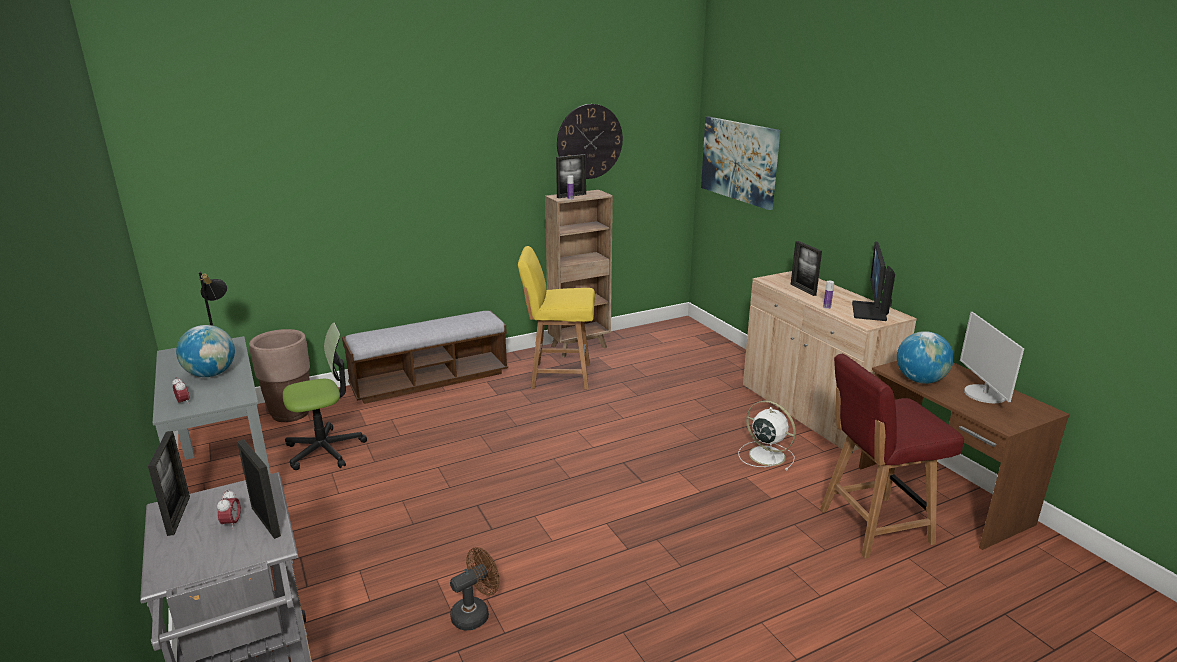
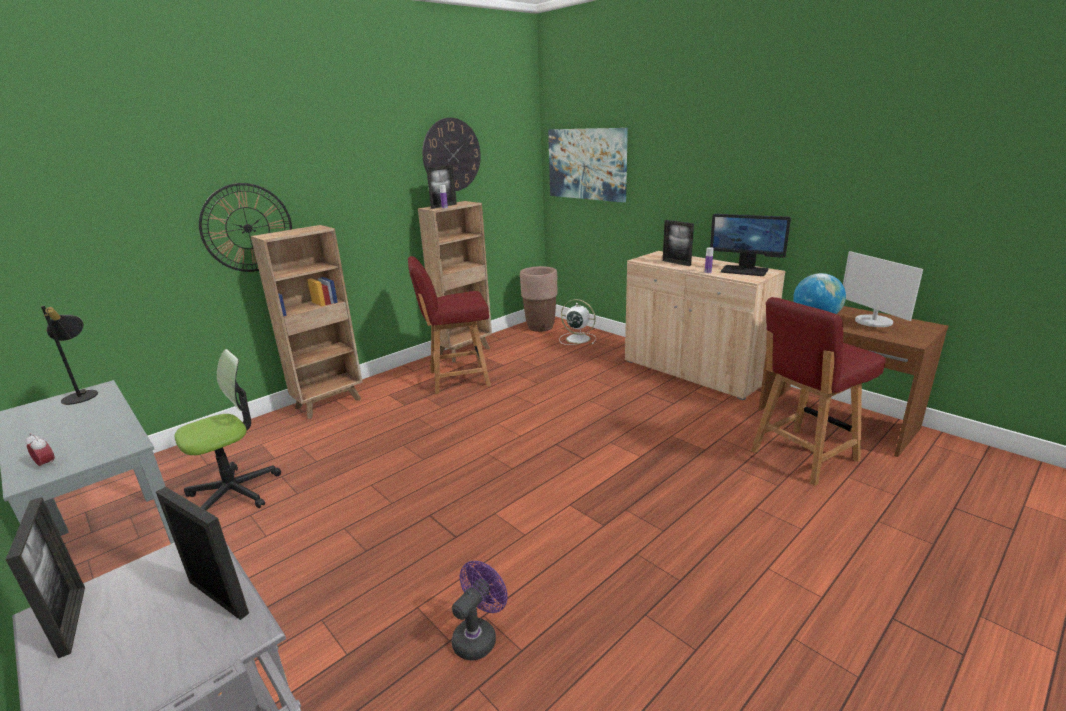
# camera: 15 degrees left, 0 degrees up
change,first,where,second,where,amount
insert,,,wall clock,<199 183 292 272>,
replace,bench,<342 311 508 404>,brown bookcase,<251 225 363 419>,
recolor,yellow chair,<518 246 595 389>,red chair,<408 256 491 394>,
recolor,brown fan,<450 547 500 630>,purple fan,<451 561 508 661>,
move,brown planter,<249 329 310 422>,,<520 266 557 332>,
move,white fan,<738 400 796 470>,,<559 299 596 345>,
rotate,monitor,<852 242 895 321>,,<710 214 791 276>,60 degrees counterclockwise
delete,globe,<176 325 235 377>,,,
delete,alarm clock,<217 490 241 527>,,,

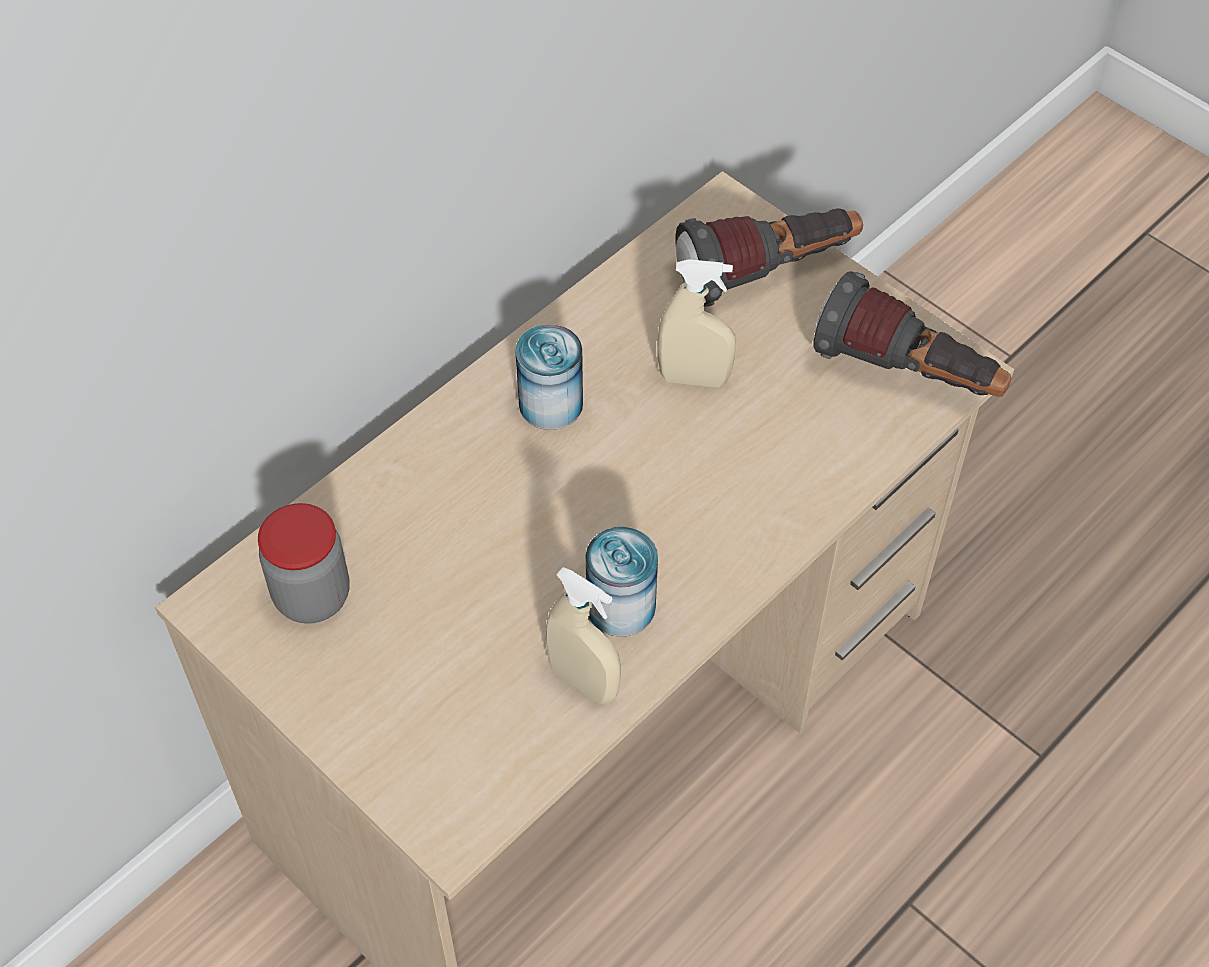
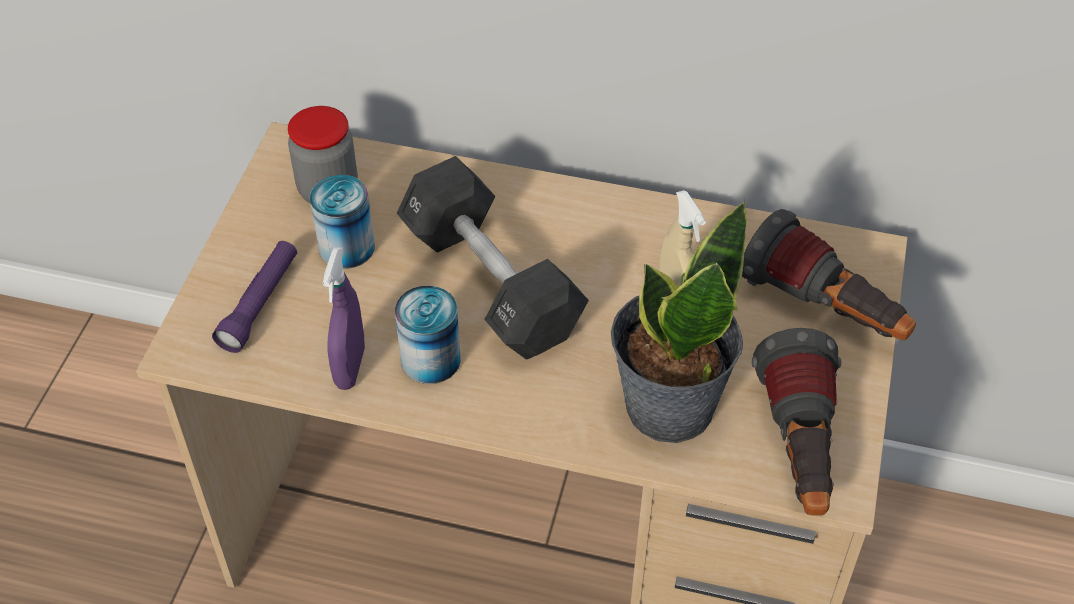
# camera: 60 degrees right, 5 degrees down
change,first,where,second,where,amount
insert,,,purple flashlight,<212 241 297 353>,
move,can,<515 324 583 430>,,<310 175 375 269>,
recolor,beige spray bottle,<546 567 621 704>,purple spray bottle,<323 247 365 390>,
insert,,,black dumbbell,<397 156 589 360>,
insert,,,potted plant,<611 200 747 443>,

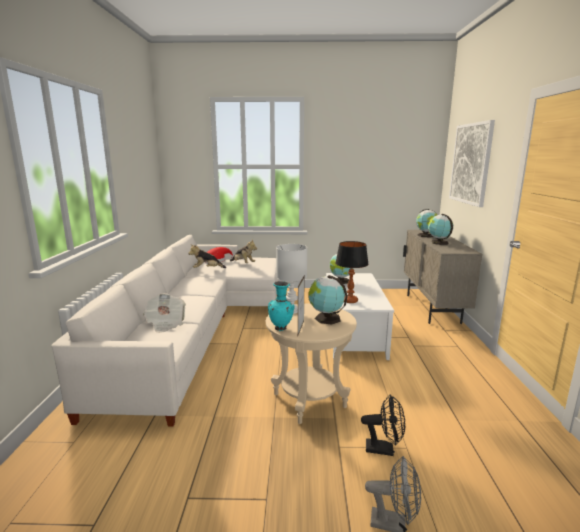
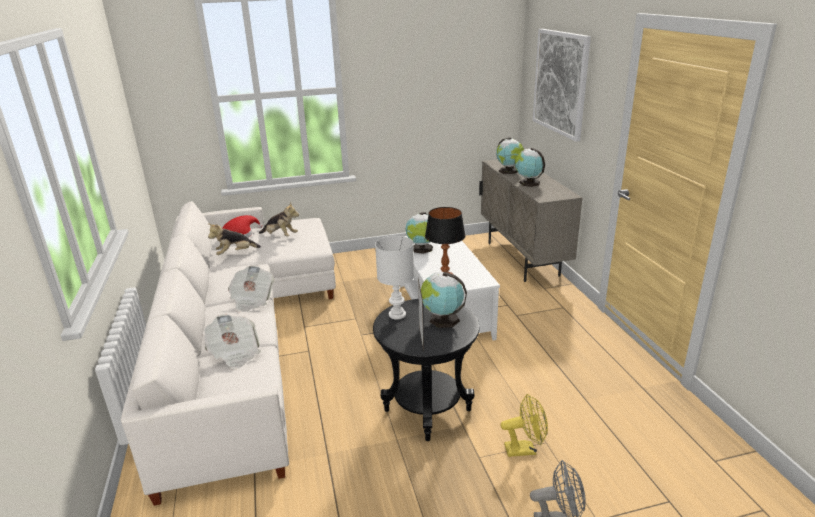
# camera: 15 degrees left, 10 degrees up
change,first,where,second,where,amount
insert,,,newspaper,<228 265 275 313>,
recolor,beige side table,<266 304 357 424>,black side table,<373 299 480 441>,
recolor,black fan,<361 394 405 456>,yellow fan,<501 394 548 457>,
delete,turquoise vase,<268 281 295 331>,,,

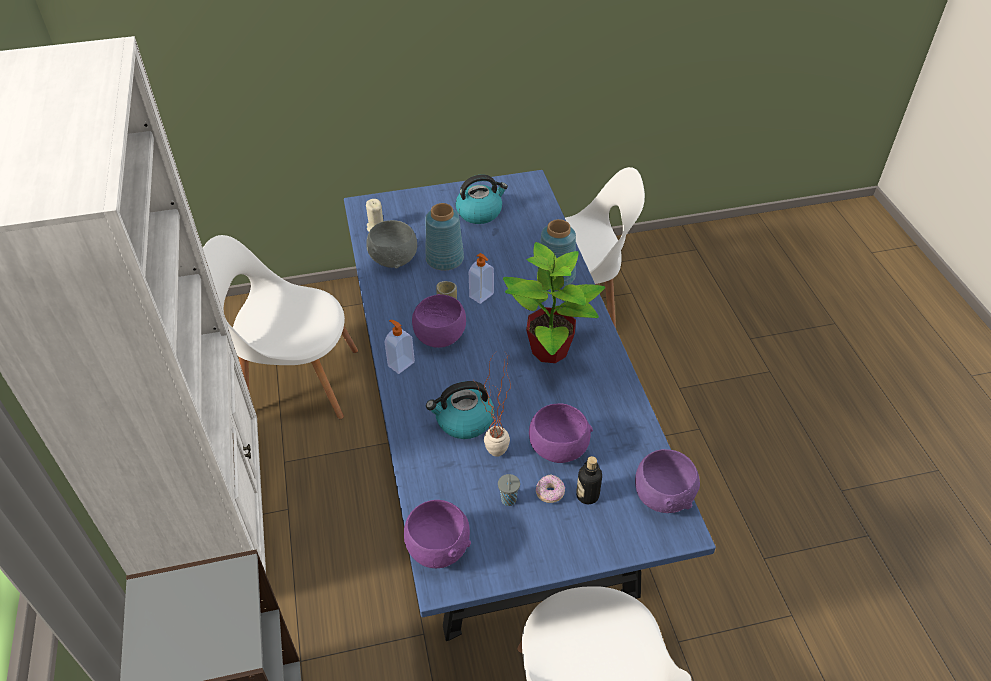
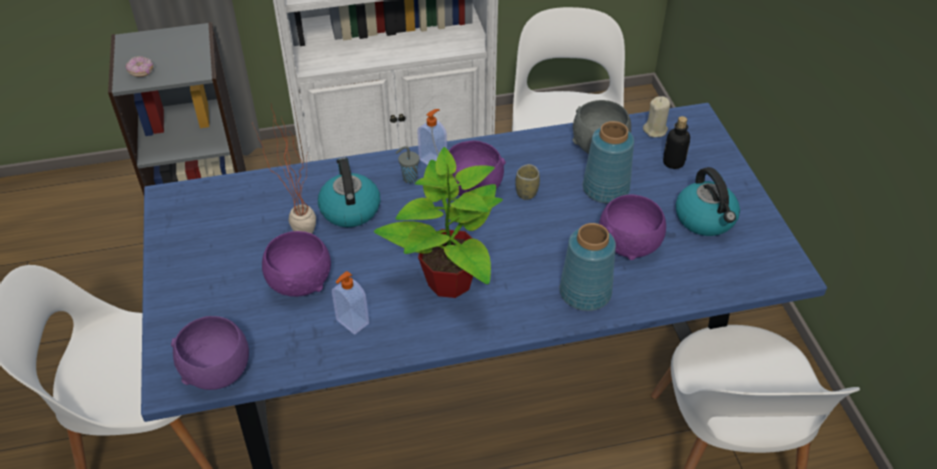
# camera: 90 degrees right, 0 degrees up
change,first,where,second,where,amount
move,donut,<536 475 565 503>,,<125 56 153 77>,
move,soap dispenser,<469 253 494 304>,,<332 271 369 334>,
move,grey cup,<498 474 520 506>,,<396 146 420 183>,
move,purple bowl,<404 500 471 568>,,<599 195 666 260>,
move,bottle,<576 456 602 504>,,<663 116 690 169>,

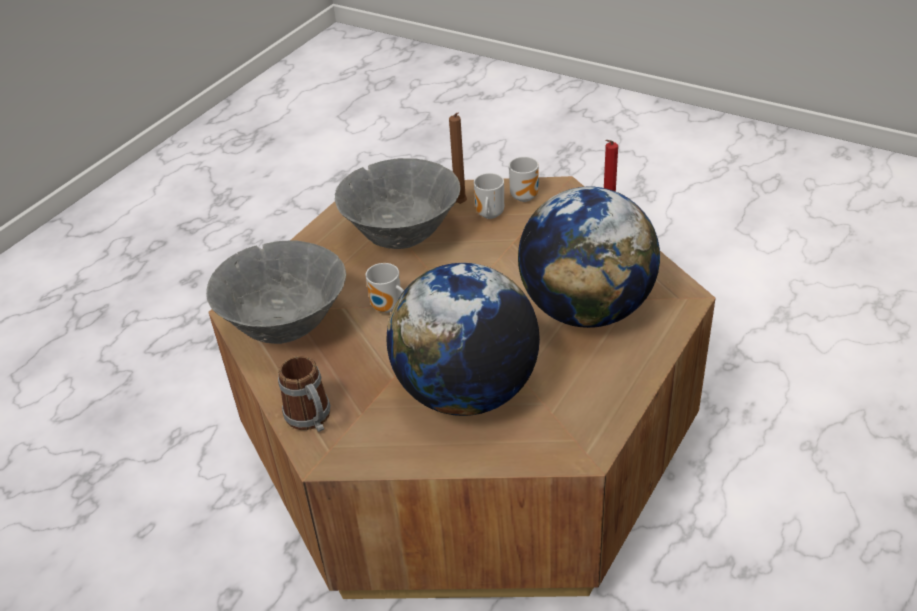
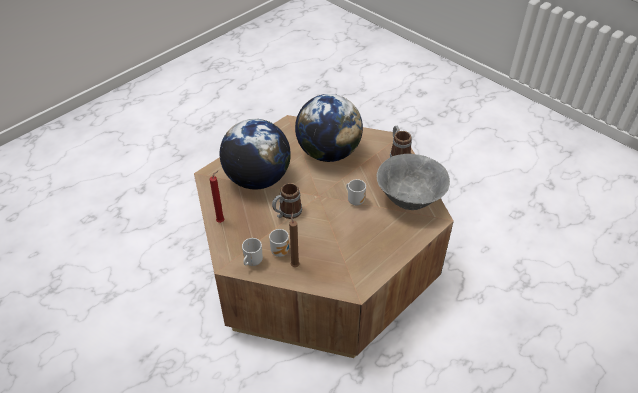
# camera: 170 degrees left, 5 degrees up
change,first,where,second,where,amount
insert,,,mug,<272 183 302 219>,
delete,grey bowl,<335 158 461 249>,,,

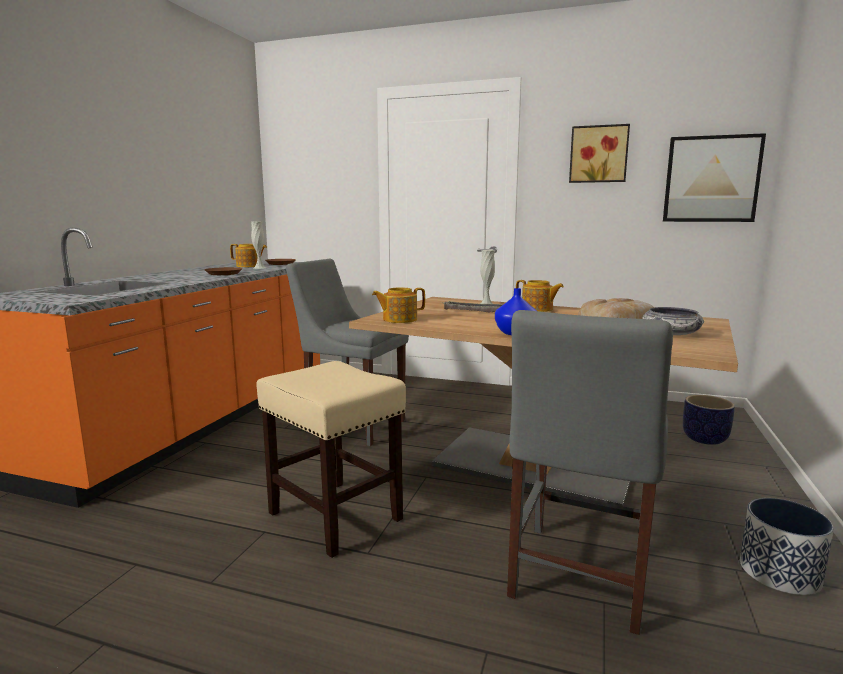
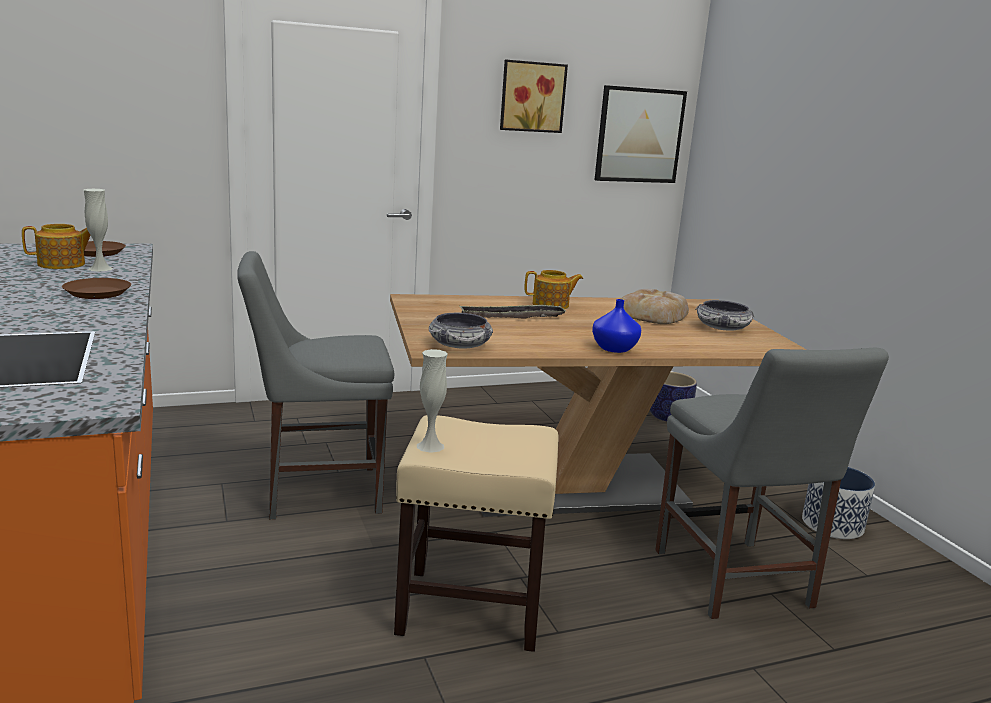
# camera: 40 degrees left, 5 degrees up
change,first,where,second,where,amount
move,white vase,<480 250 495 304>,,<417 349 448 453>,
replace,teapot,<372 288 425 323>,bowl,<429 313 493 348>,

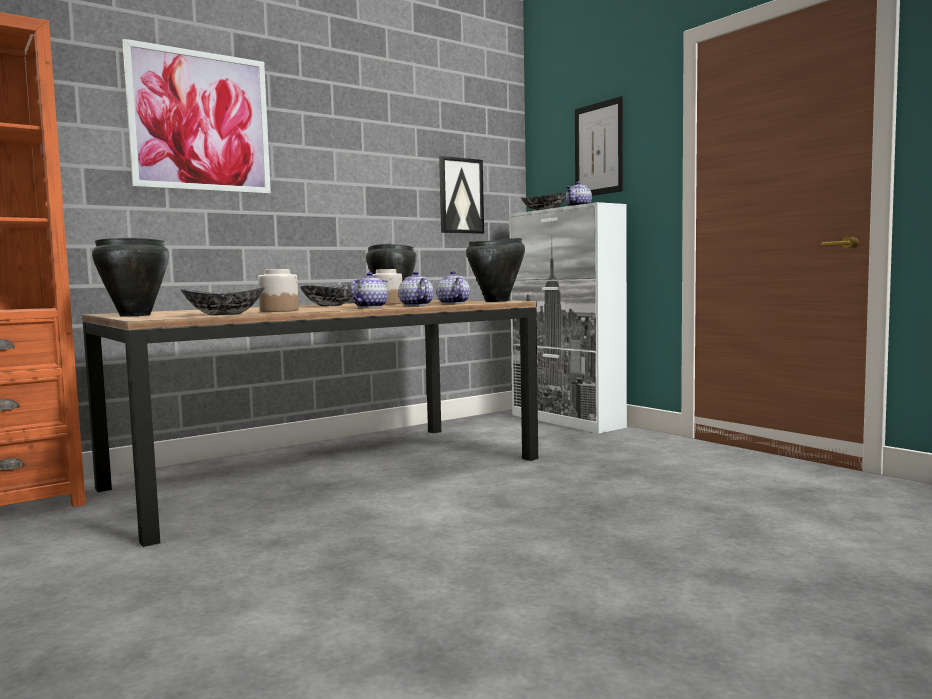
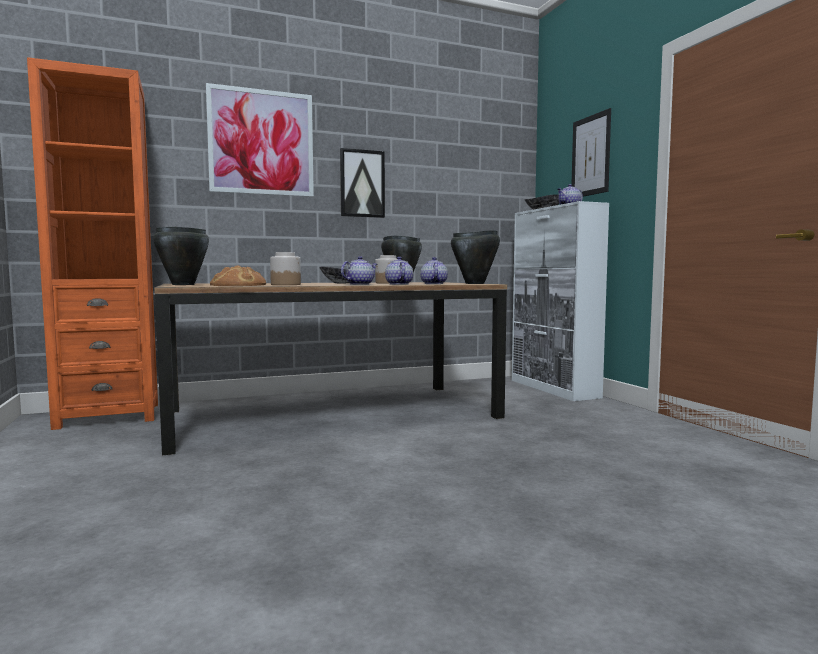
# camera: 15 degrees right, 0 degrees up
change,first,where,second,where,amount
replace,bowl,<180 287 265 315>,bread,<210 265 266 286>,
move,picture,<439 156 484 234>,,<340 148 385 218>,

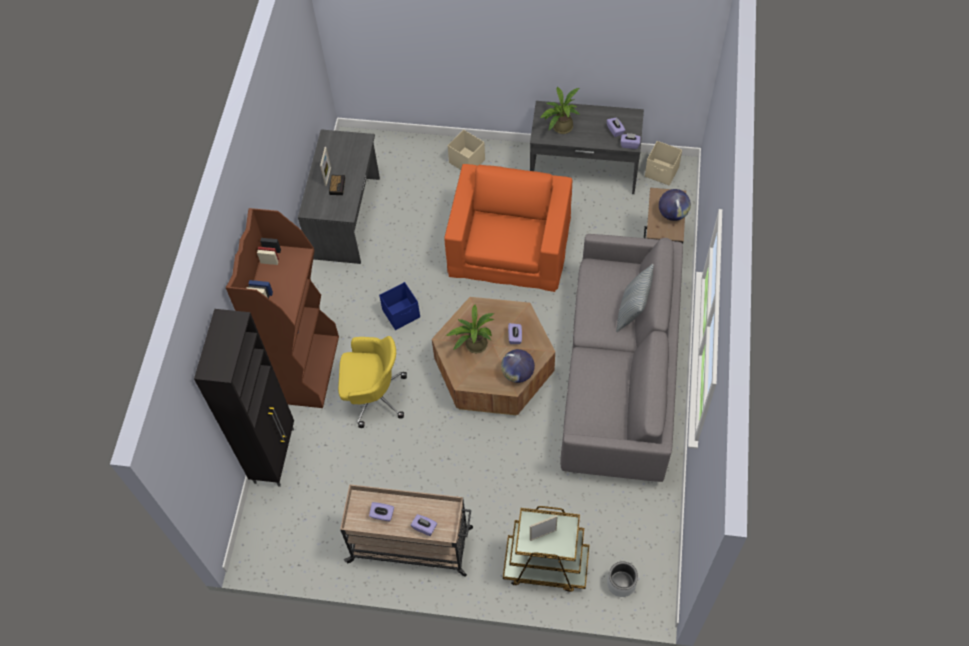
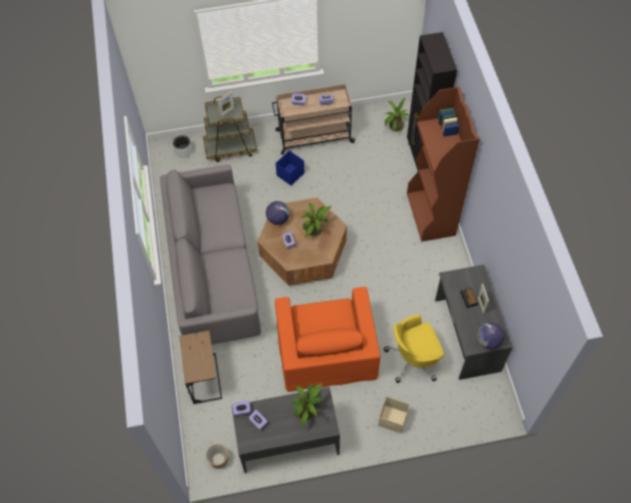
# camera: 160 degrees right, 0 degrees up
change,first,where,second,where,amount
replace,beige storage box,<645 141 682 186>,planter,<206 444 228 469>,
move,blue storage box,<379 282 420 330>,,<276 150 305 185>,
move,yellow office chair,<338 336 407 428>,,<384 314 444 383>,
insert,,,potted plant,<385 98 408 132>,
move,globe,<659 189 691 221>,,<477 322 504 349>,
delete,pillow,<616 264 654 332>,,,

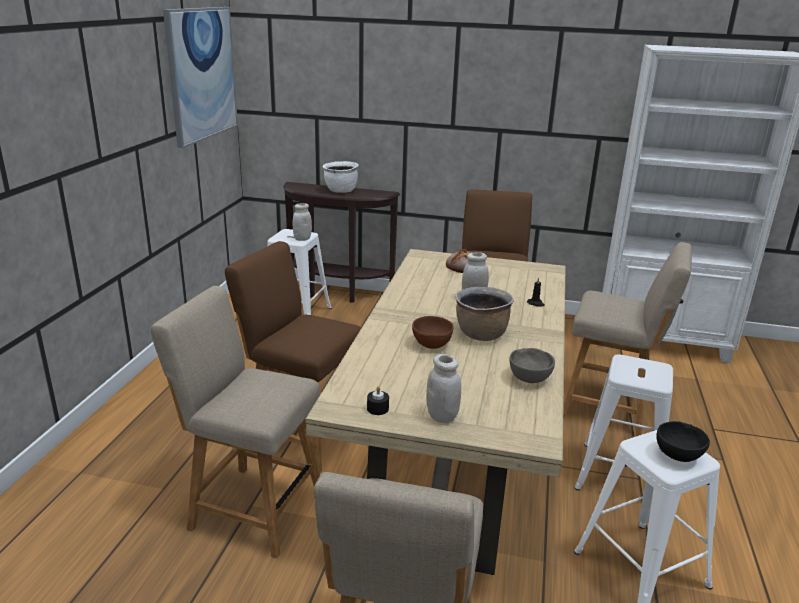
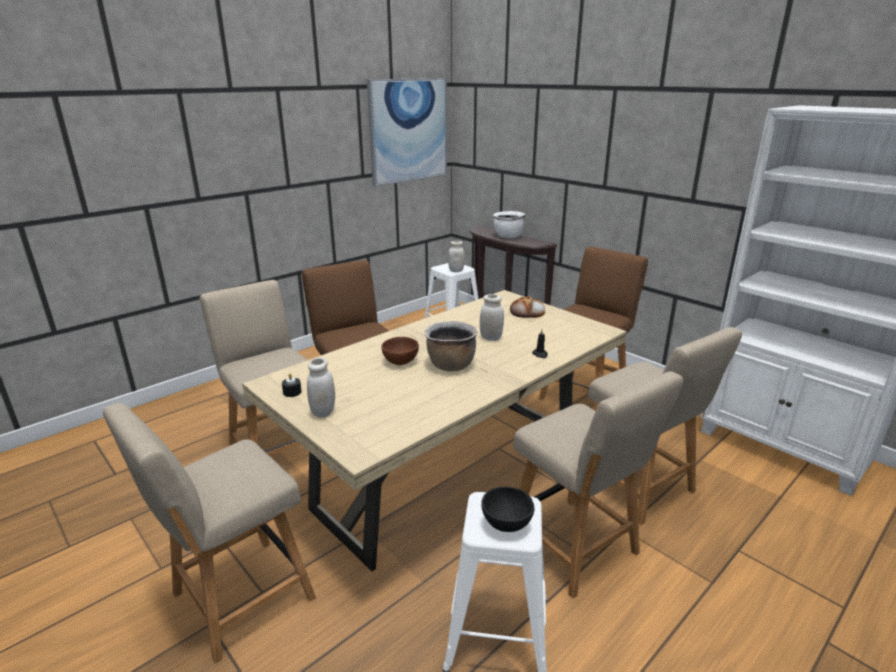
# camera: 35 degrees right, 0 degrees up
change,first,where,second,where,amount
replace,white stool,<575 354 673 490>,beige chair,<514 371 683 599>,
delete,grey bowl,<510 348 555 383>,,,

